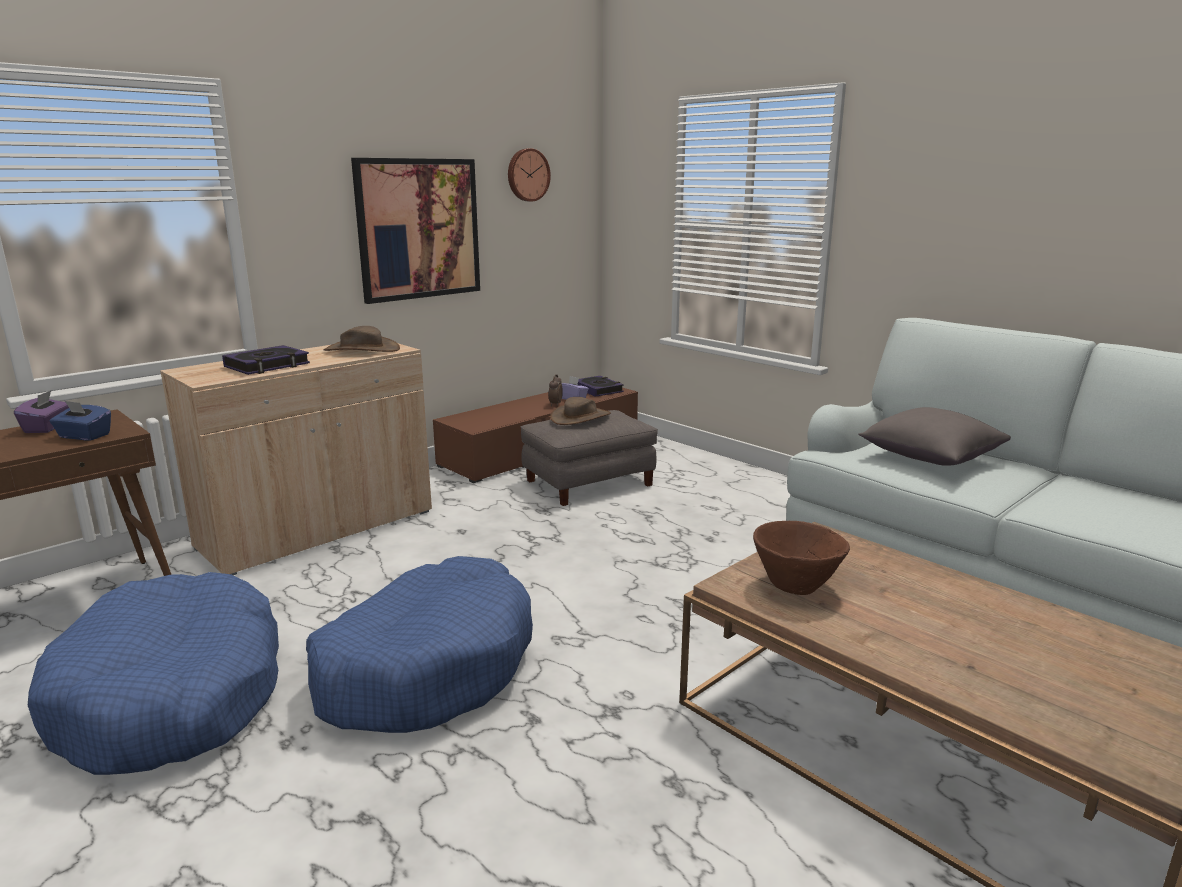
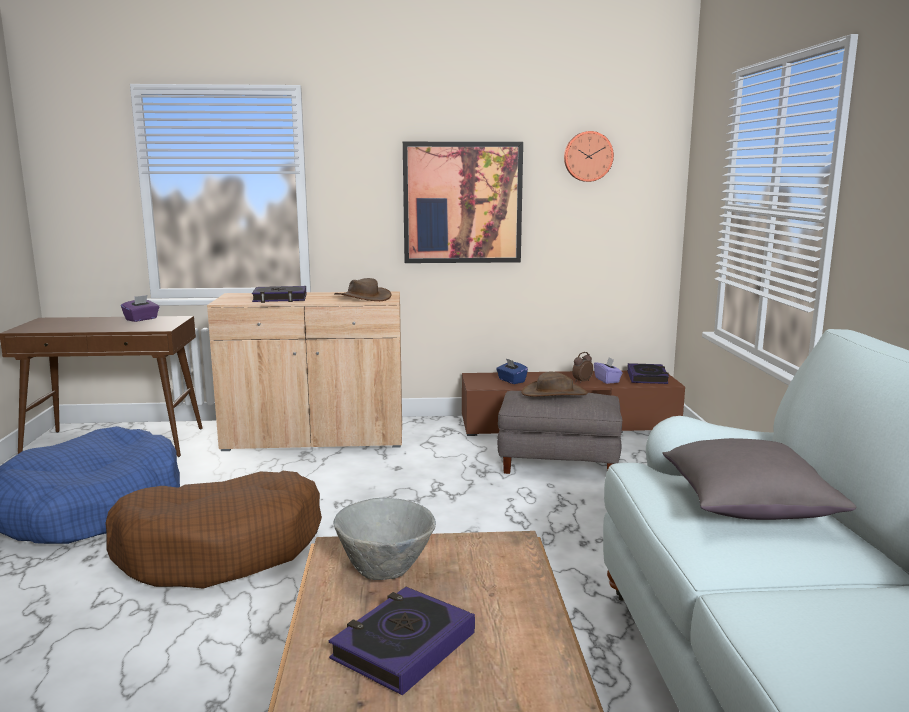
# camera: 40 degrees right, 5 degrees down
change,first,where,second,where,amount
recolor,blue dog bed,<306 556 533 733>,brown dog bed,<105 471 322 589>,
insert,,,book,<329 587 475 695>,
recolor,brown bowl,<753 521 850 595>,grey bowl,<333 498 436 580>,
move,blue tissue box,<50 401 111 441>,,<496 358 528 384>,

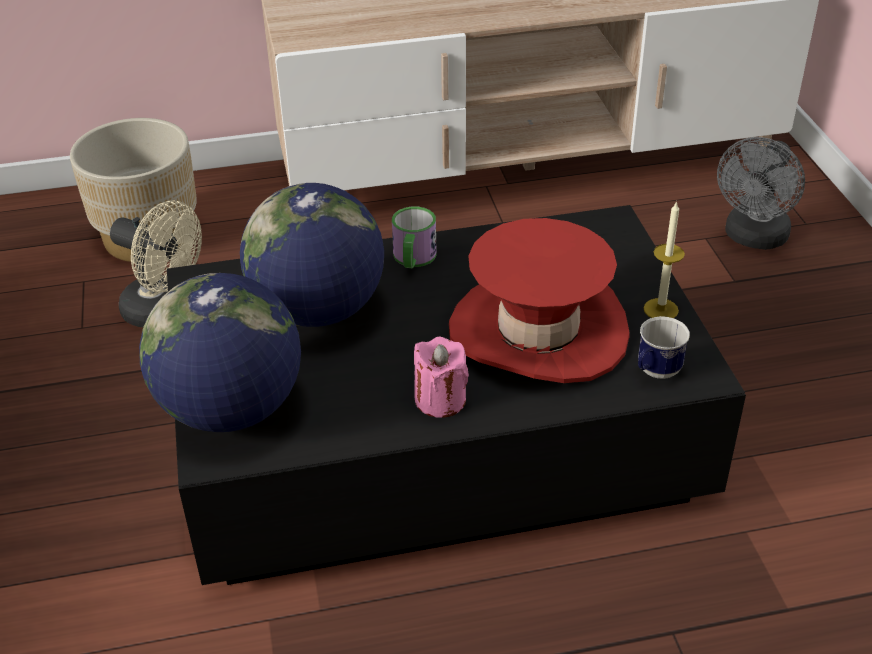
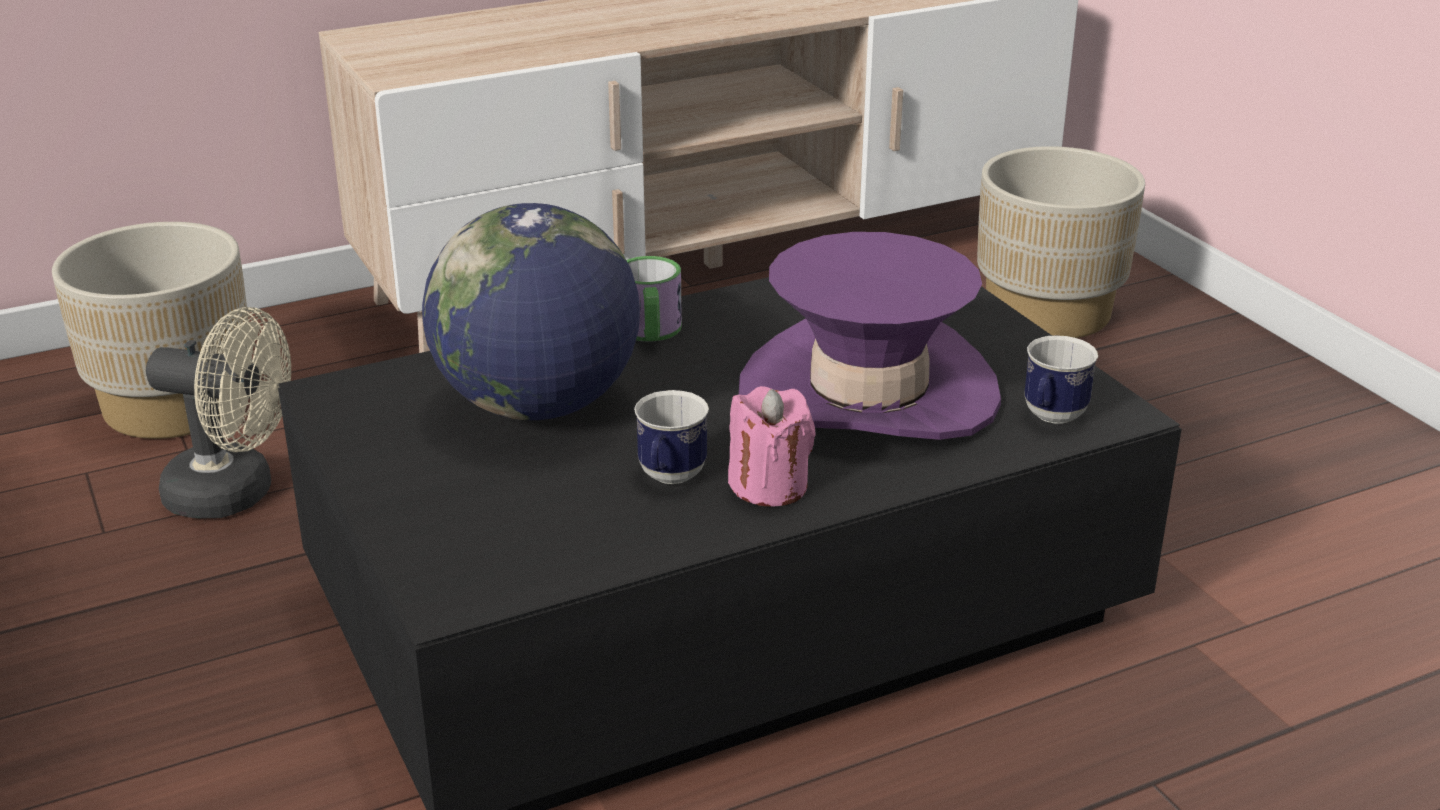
# camera: 15 degrees left, 10 degrees down
change,first,where,second,where,amount
insert,,,mug,<634 390 709 484>,
recolor,red hat,<449 218 630 383>,purple hat,<739 232 1001 440>,
replace,grey fan,<717 137 805 250>,beige planter,<977 146 1145 338>,
delete,globe,<139 273 301 432>,,,
delete,candle,<644 201 685 318>,,,

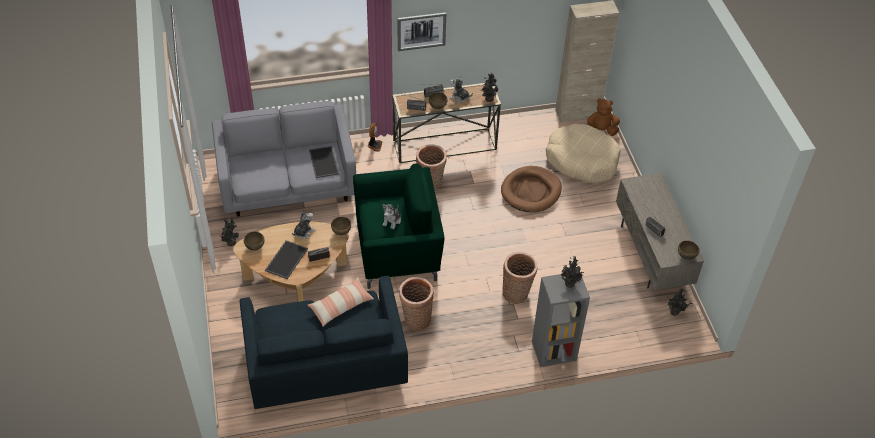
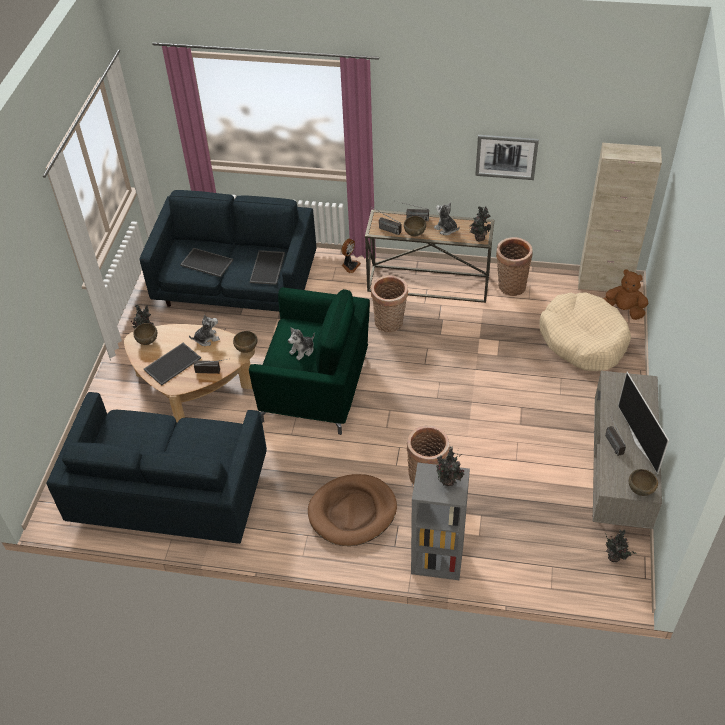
# camera: 25 degrees right, 0 degrees up
change,first,where,second,where,amount
recolor,grey sofa,<212 101 356 217>,blue sofa,<140 190 316 312>,
insert,,,tray,<180 248 233 277>,
move,brown dog bed,<501 166 562 212>,,<308 474 397 546>,
move,picture,<397 12 446 51>,,<475 135 539 180>,
move,basket,<399 277 434 330>,,<496 237 533 296>,
insert,,,television,<618 372 669 474>,
delete,pillow,<308 277 374 327>,,,

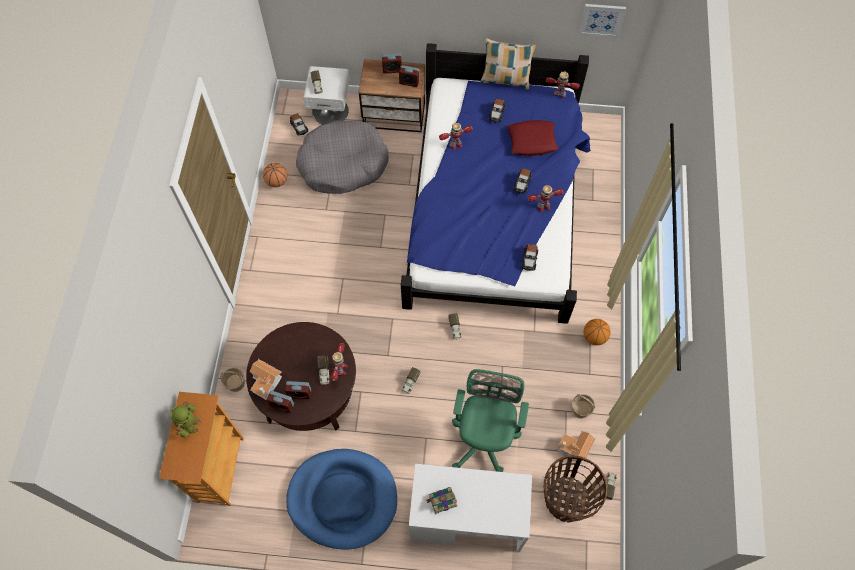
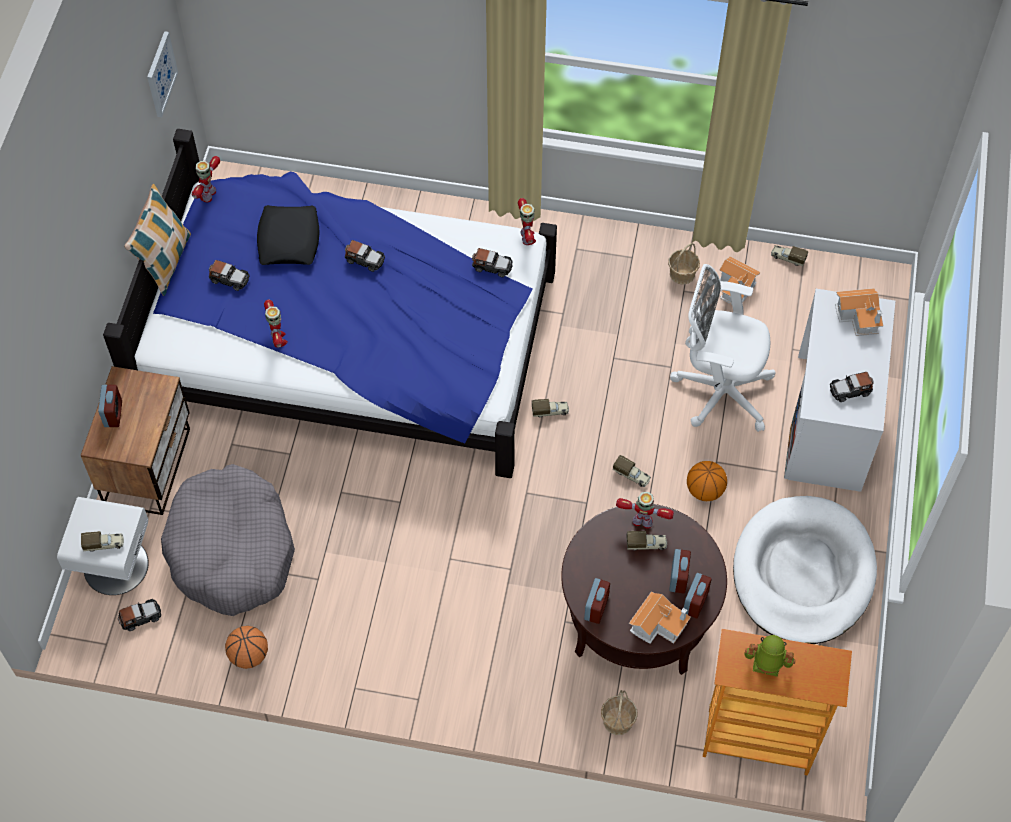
# camera: 85 degrees left, 5 degrees down
change,first,where,second,where,amount
recolor,red pillow,<507 120 559 156>,black pillow,<257 205 320 265>,
move,toy robot,<528 185 563 212>,,<518 198 536 245>,
move,alarm clock,<399 65 420 87>,,<584 578 610 624>,
recolor,green office chair,<452 369 529 472>,white office chair,<670 264 775 432>,
move,basketball,<583 319 611 345>,,<687 461 727 501>,
recolor,blue dog bed,<286 449 397 550>,white dog bed,<733 496 877 644>,
replace,book,<426 487 457 514>,toy car,<830 372 874 402>,
insert,,,toy house,<835 288 883 336>,
delete,basket,<544 455 607 522>,,,

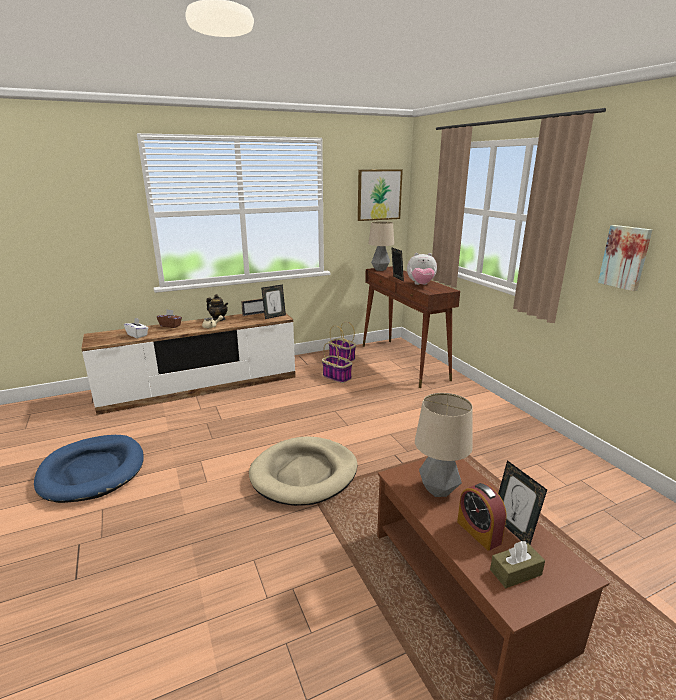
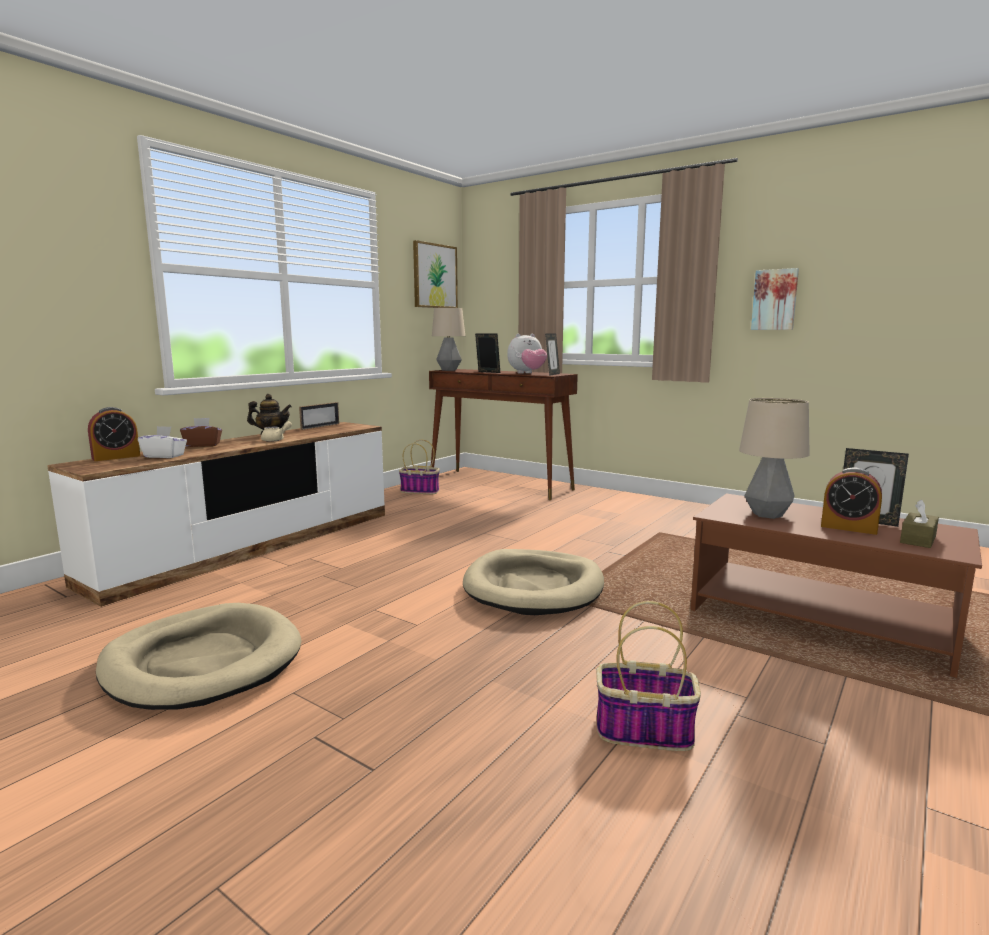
# camera: 30 degrees left, 10 degrees down
change,first,where,second,where,amount
insert,,,alarm clock,<88 407 140 461>,
recolor,blue dog bed,<34 435 144 503>,beige dog bed,<96 603 301 710>,
move,picture frame,<261 284 286 319>,,<545 334 560 376>,
move,basket,<322 338 352 383>,,<596 601 701 751>,

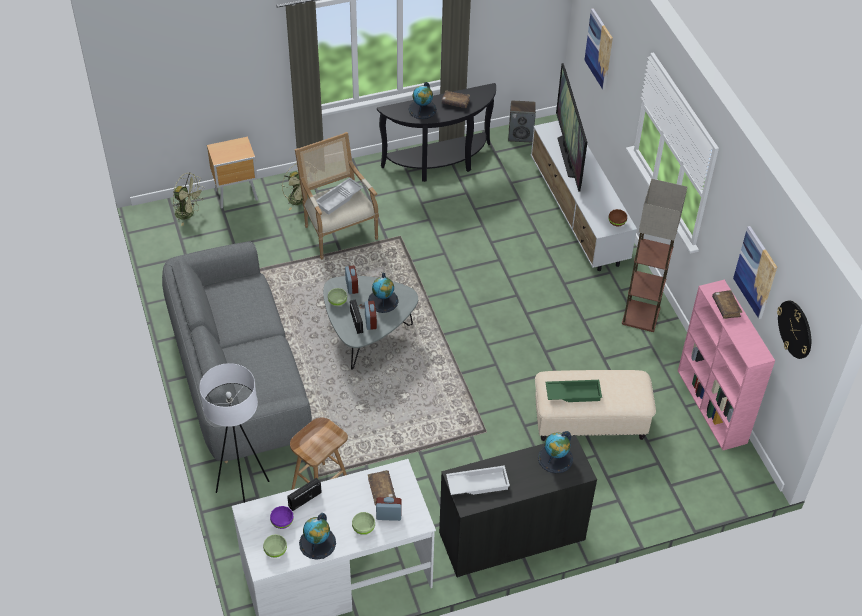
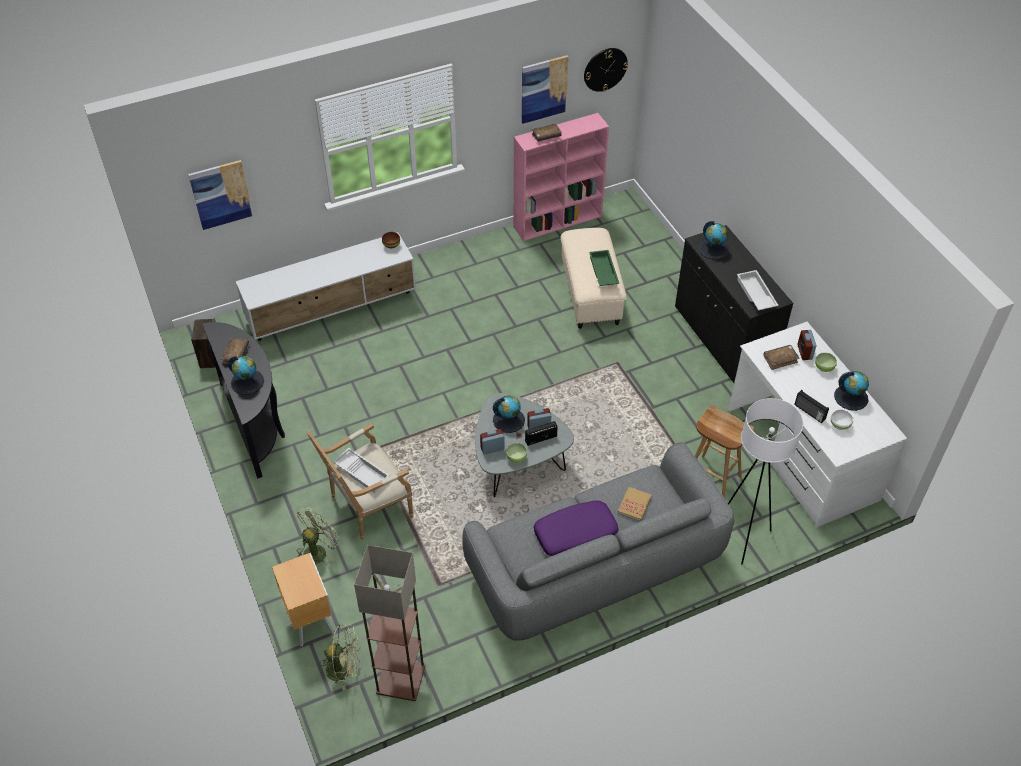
# camera: 95 degrees left, 0 degrees up
change,first,where,second,where,amount
rotate,green fan,<173 172 204 226>,,<320 624 360 691>,75 degrees clockwise
move,floor lamp,<622 179 687 332>,,<354 545 425 701>,
insert,,,purple pillow,<534 500 619 556>,
insert,,,book,<618 487 652 521>,
recolor,purple bowl,<270 506 294 529>,white bowl,<831 409 853 430>,
delete,green bowl,<263 534 287 558>,,,
delete,television,<556 63 587 192>,,,

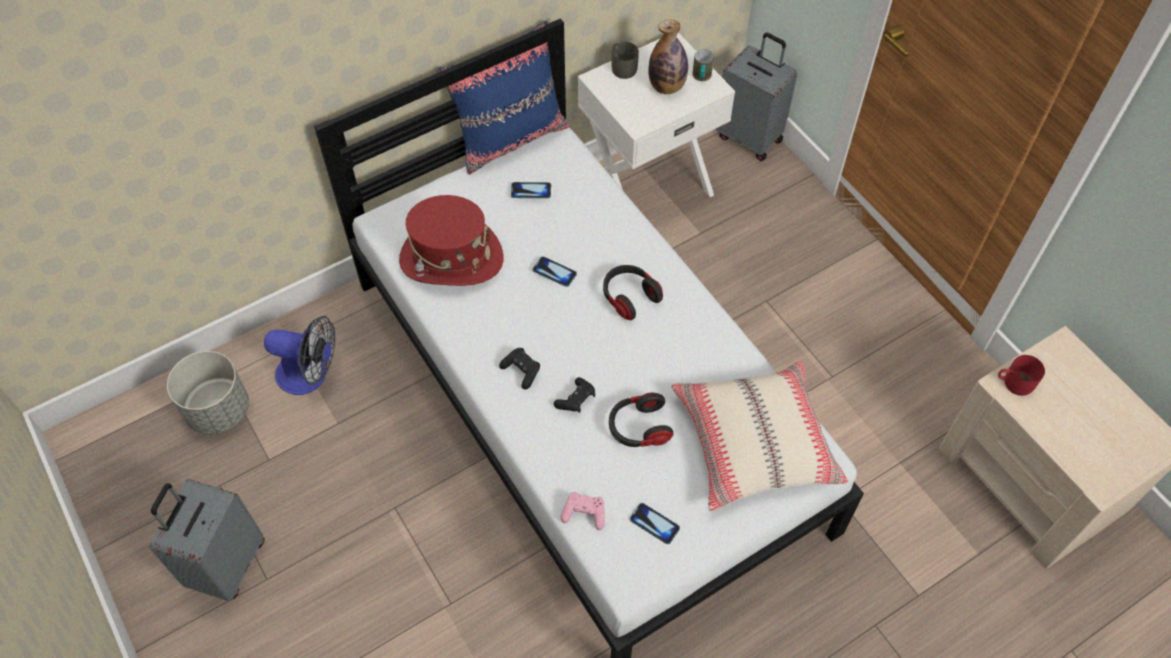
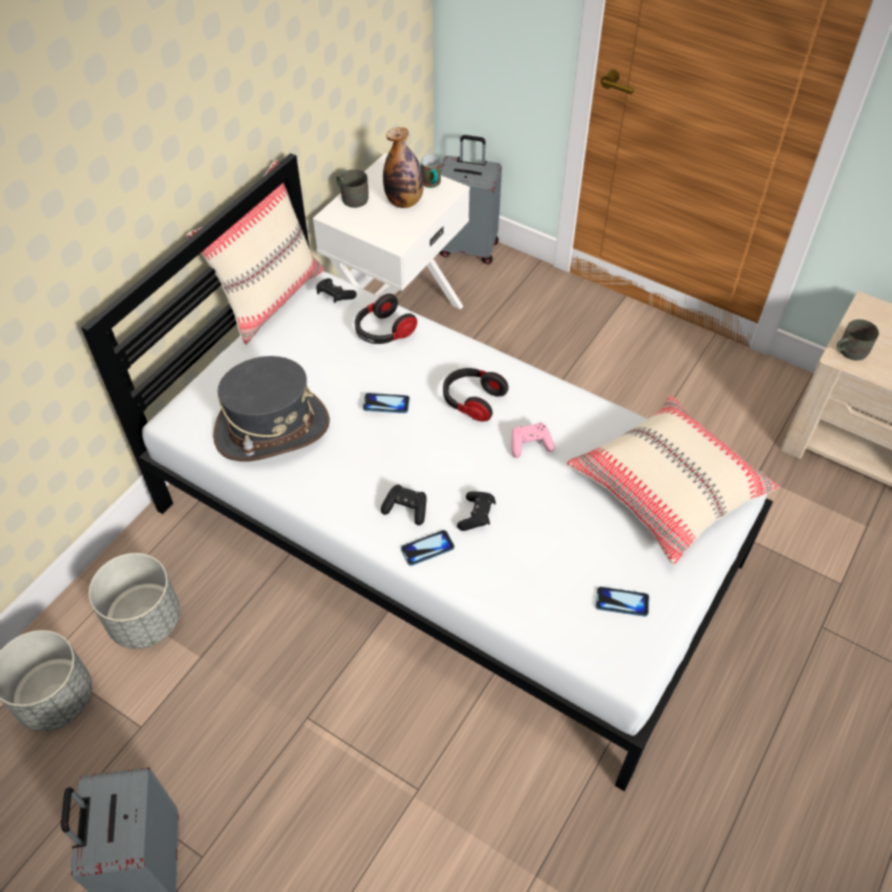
# camera: 25 degrees left, 5 degrees down
change,first,where,second,where,amount
replace,fan,<264 316 335 395>,grey planter,<89 553 180 649>,
recolor,blue pillow,<437 20 570 175>,beige pillow,<187 160 324 345>,
recolor,red hat,<399 195 503 286>,grey hat,<213 356 330 461>,
insert,,,black game controller,<316 278 357 303>,
move,headphones,<609 392 673 447>,,<355 294 417 344>,
move,phone,<511 182 551 198>,,<401 530 454 566>,
move,pink game controller,<561 492 605 530>,,<512 422 555 458>,
recolor,red mug,<998 355 1045 396>,grey mug,<837 319 879 361>,

